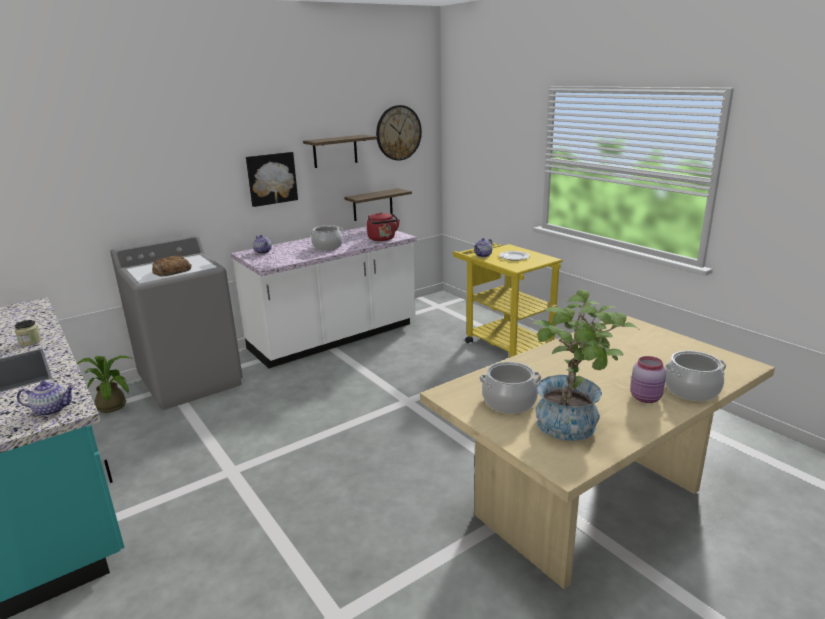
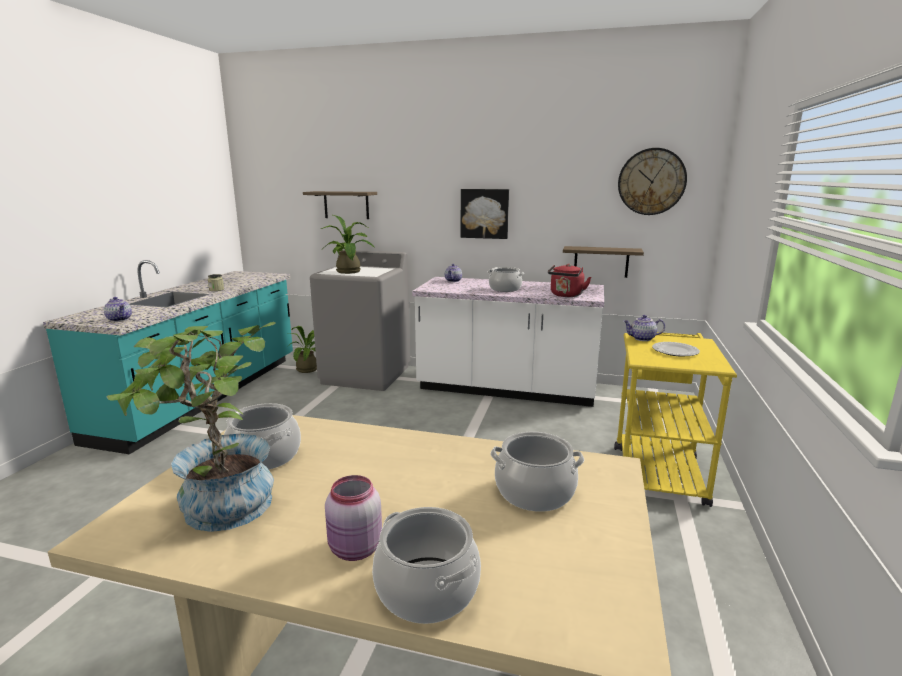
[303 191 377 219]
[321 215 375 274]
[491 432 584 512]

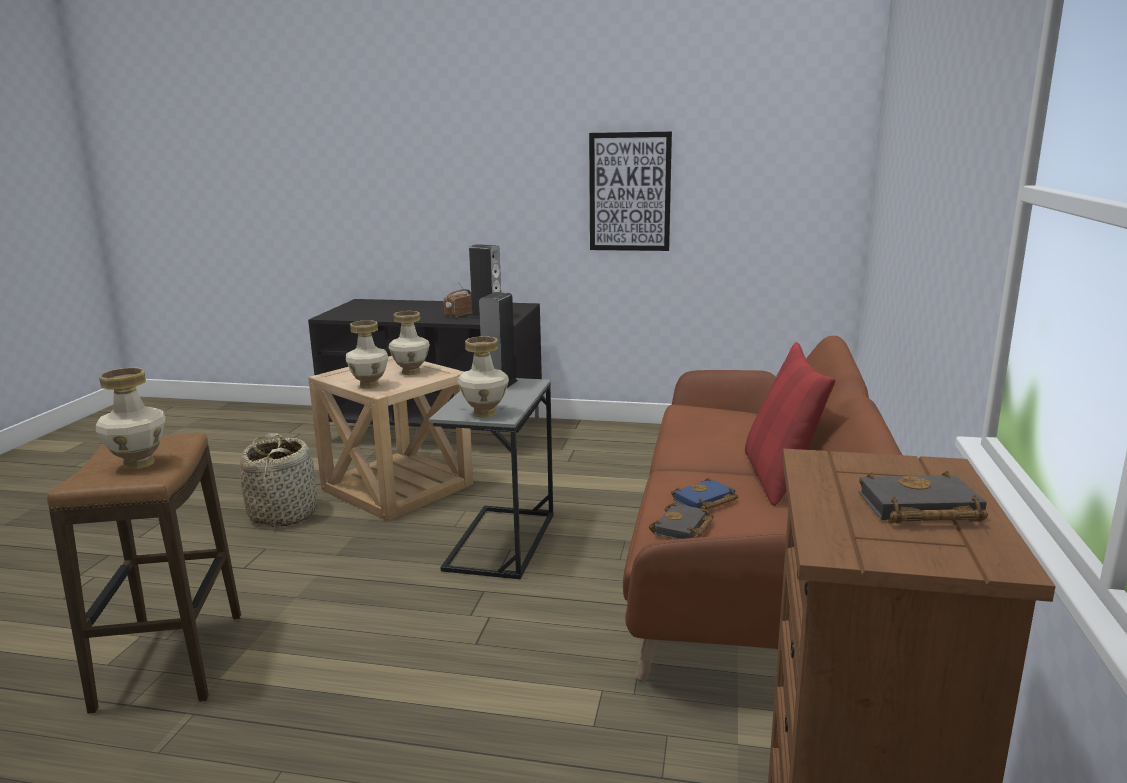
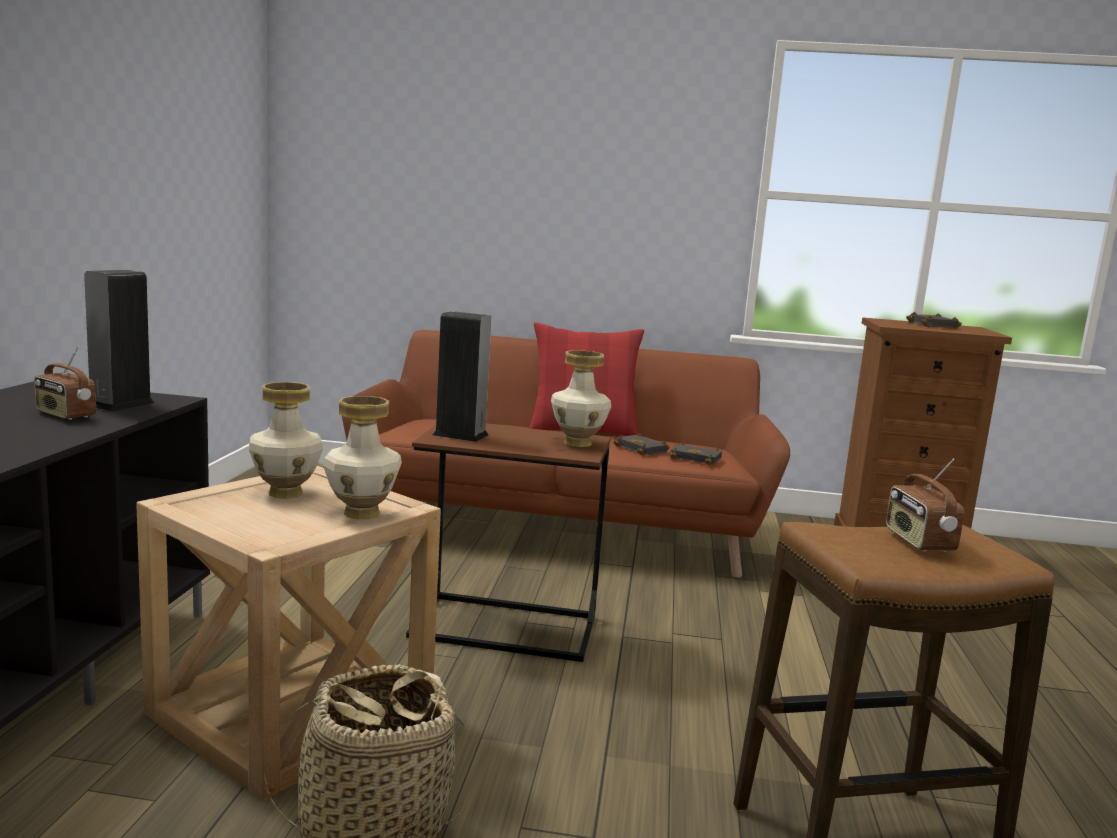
[406 424 611 662]
[613 433 670 456]
[886 459 964 552]
[589 132 672 251] (first image)

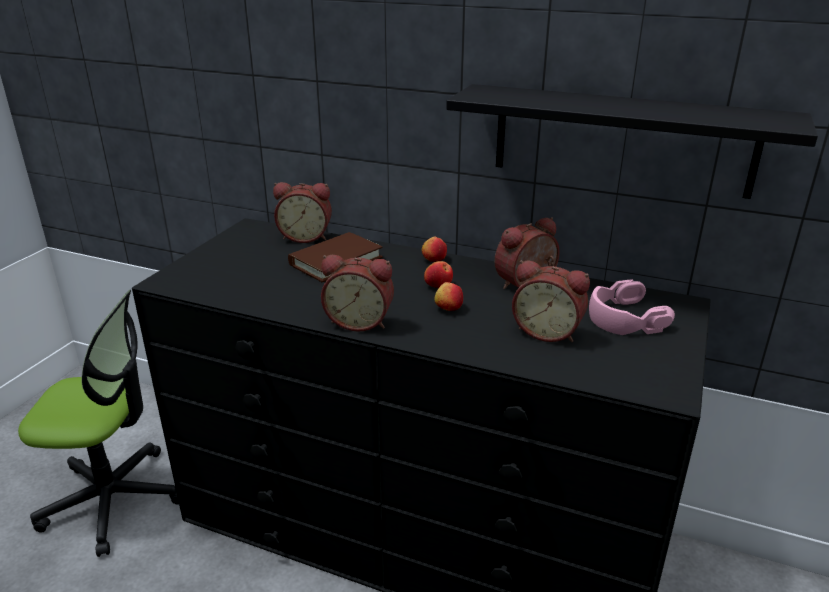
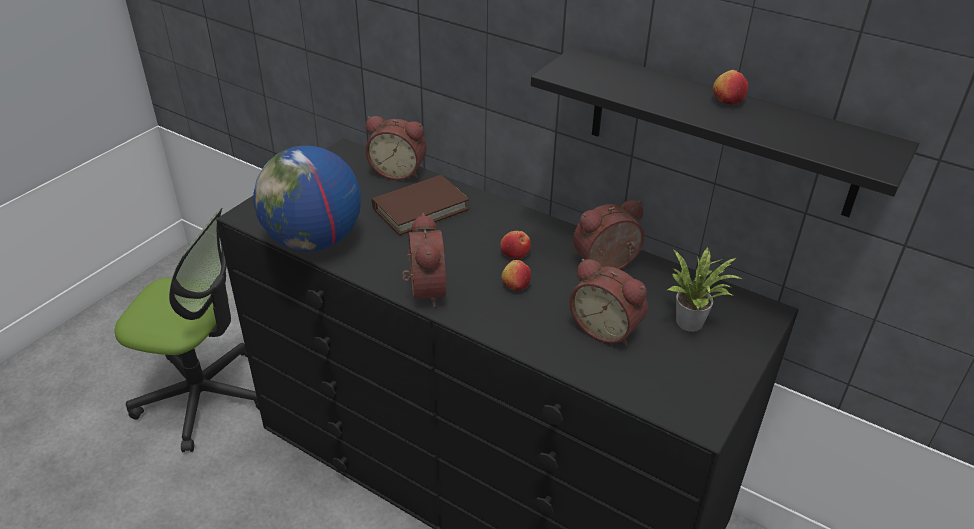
[253 146 361 251]
[402 213 446 307]
[666 246 743 332]
[713 70 748 104]

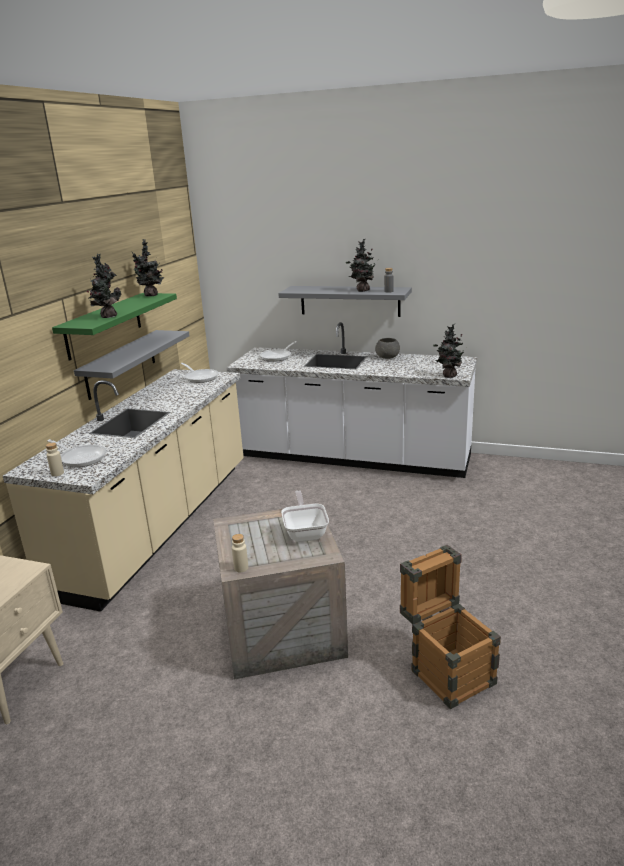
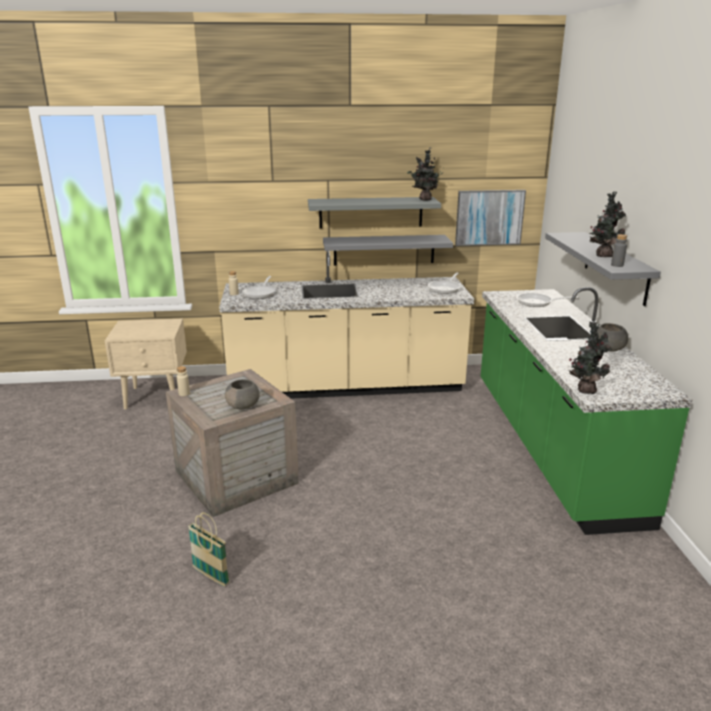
[188 512 230 586]
[225 379 260 410]
[308 197 441 229]
[455 190 526 246]
[481 287 693 535]
[87 254 121 318] (first image)

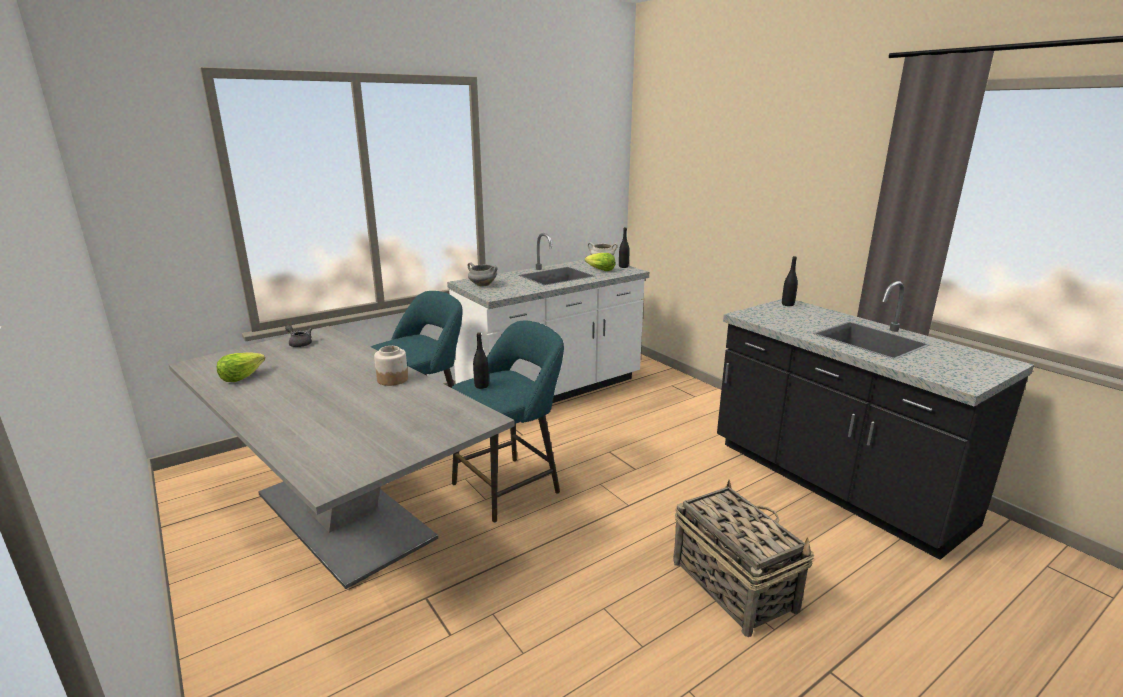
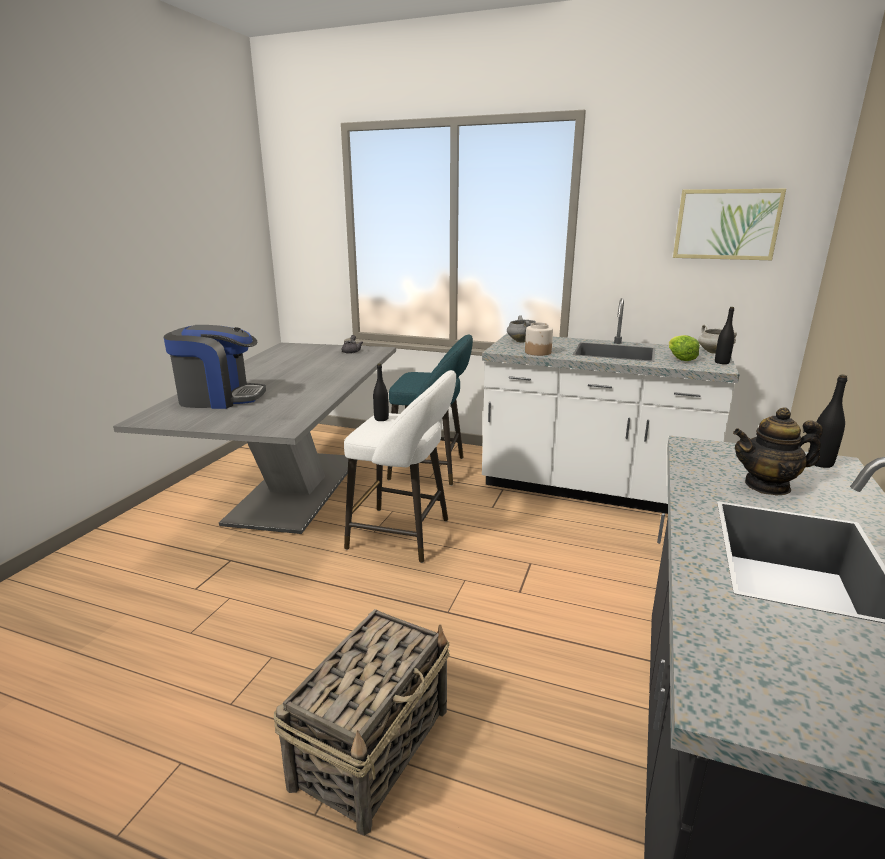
[164 325 266 409]
[344 370 456 563]
[525 322 553 356]
[673 189 786 260]
[733 407 823 495]
[217 352 265 382] (first image)

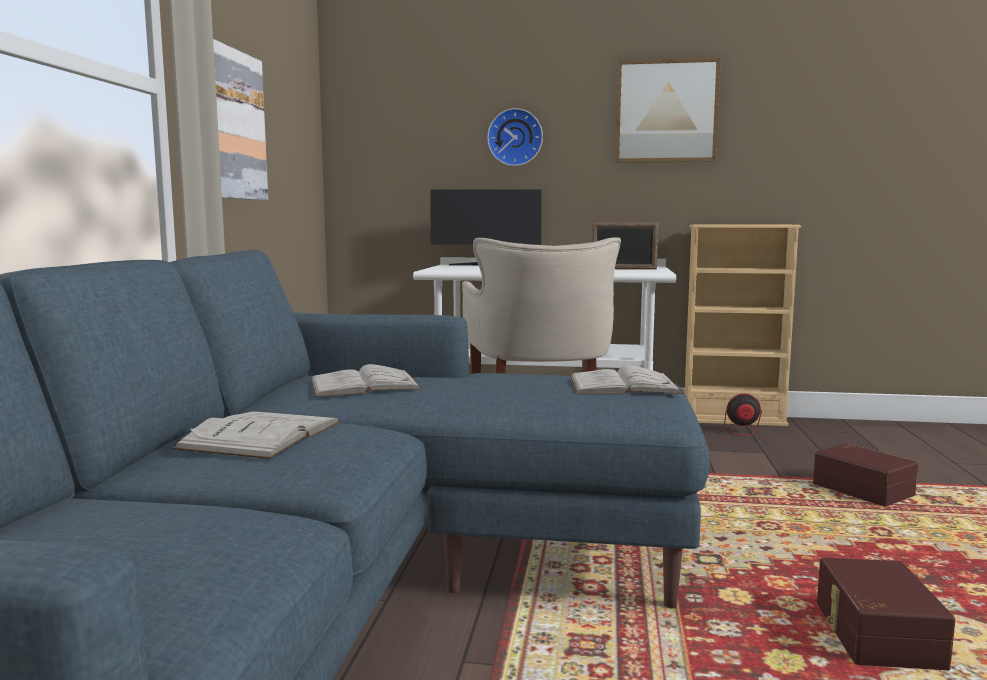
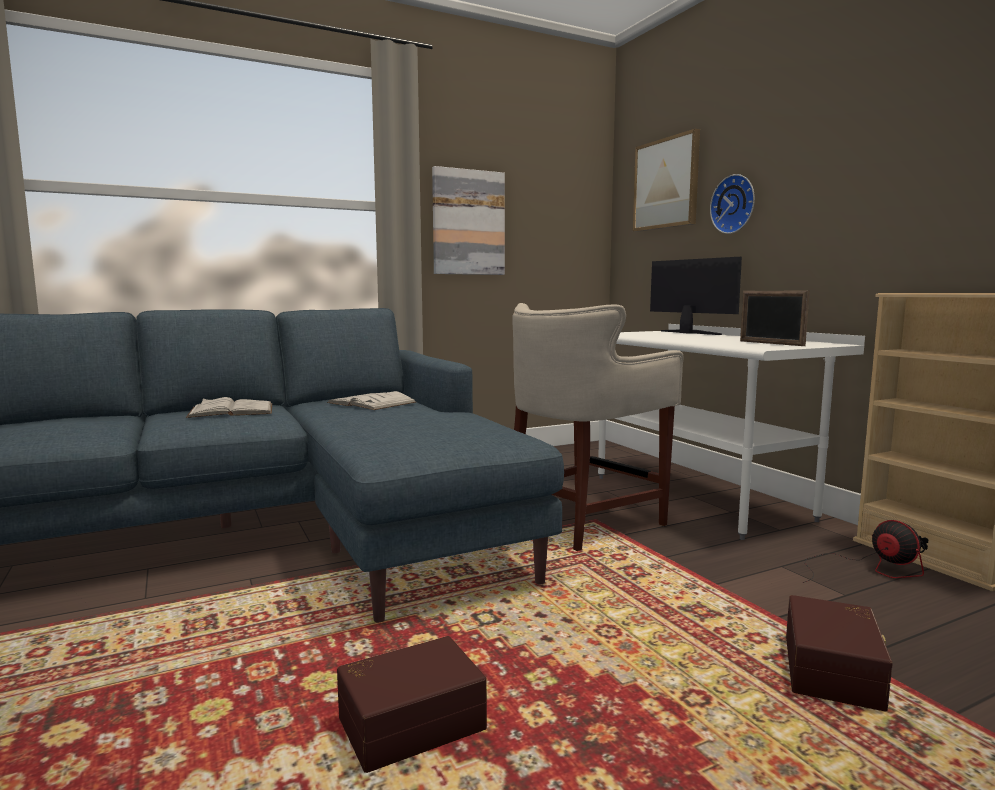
[633 129 700 232]
[570 365 684 394] (first image)

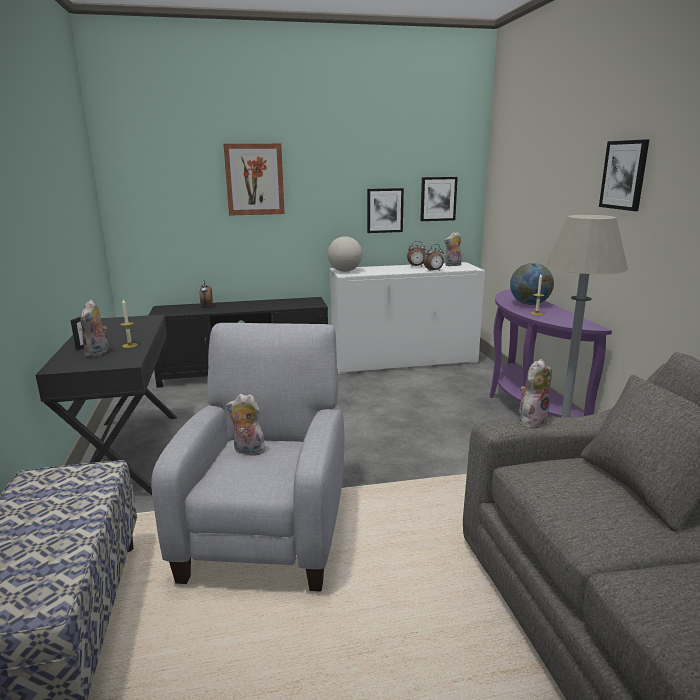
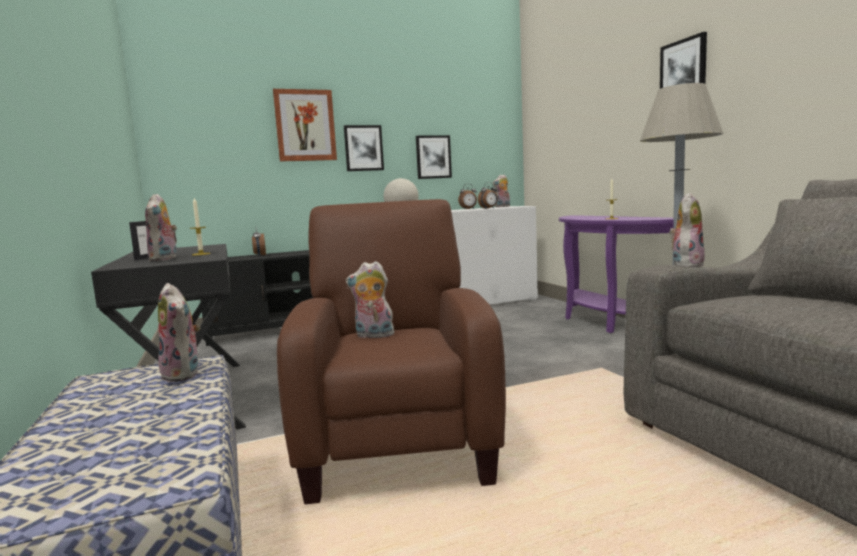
[158 283 200 382]
[277 199 506 504]
[344 125 384 171]
[510 263 554 305] (first image)

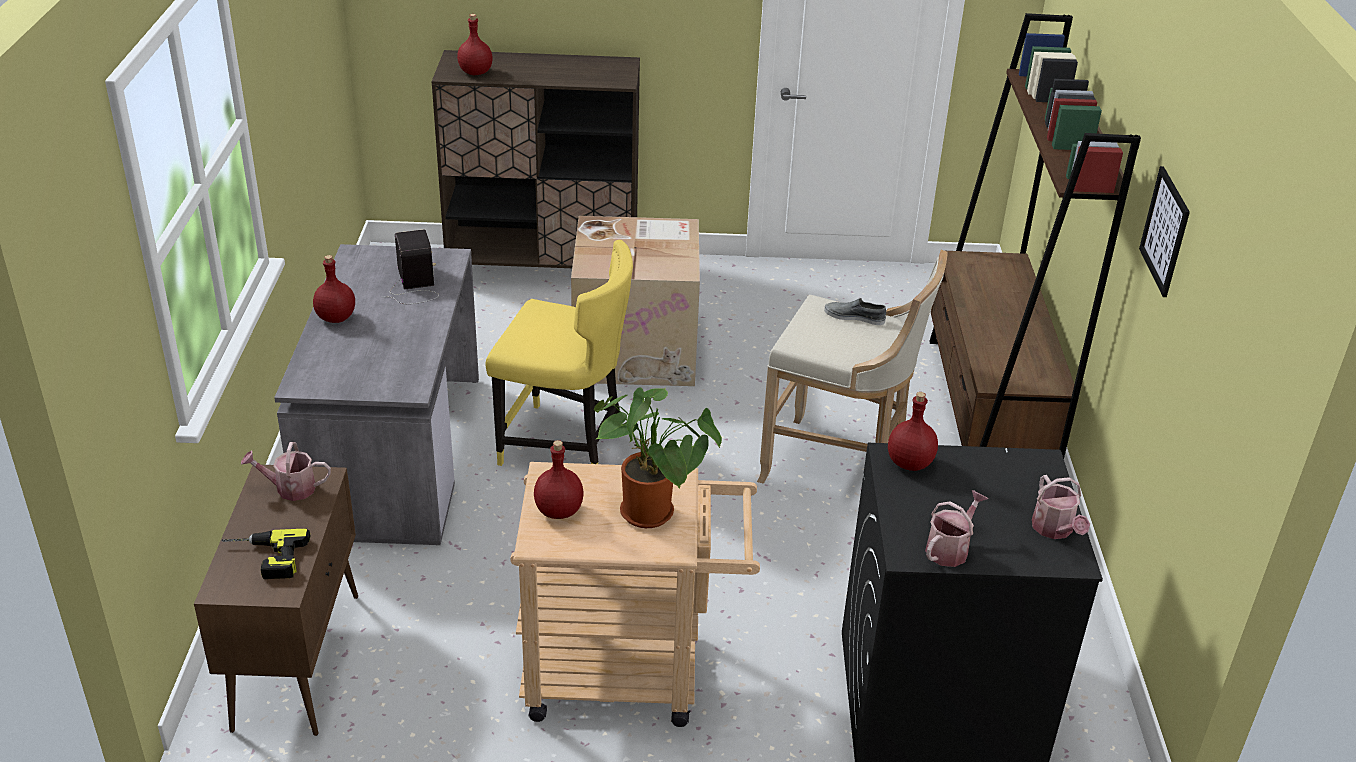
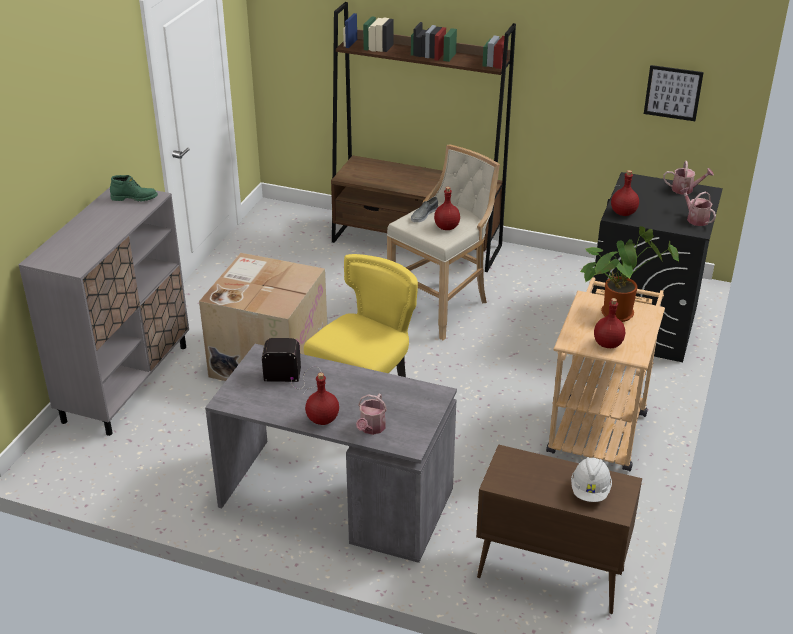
[19 187 189 436]
[110 175 158 201]
[356 394 387 435]
[434 187 460 230]
[571 457 612 502]
[644 65 704 121]

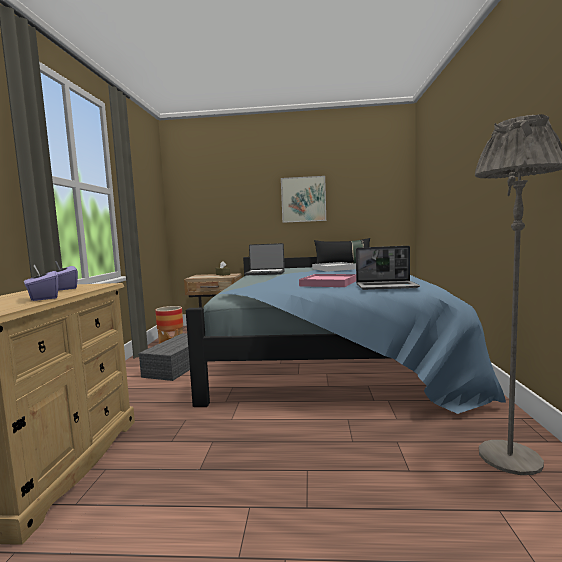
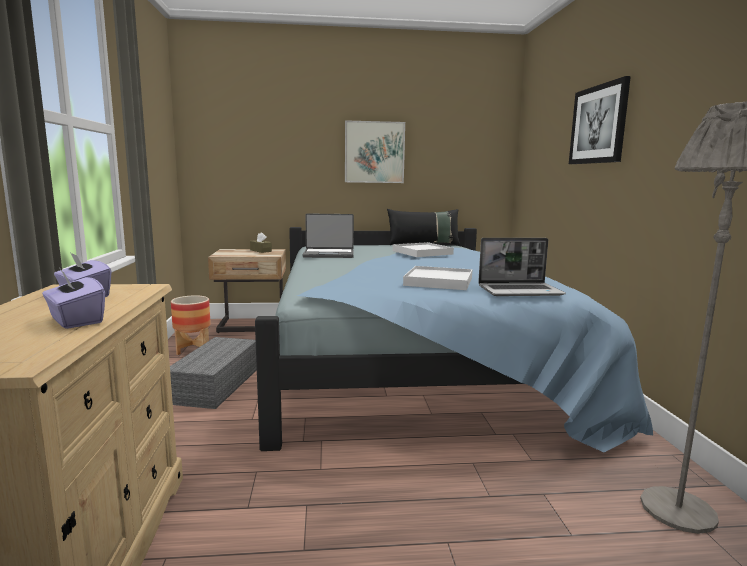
[403 266 472 290]
[569 76 631 164]

